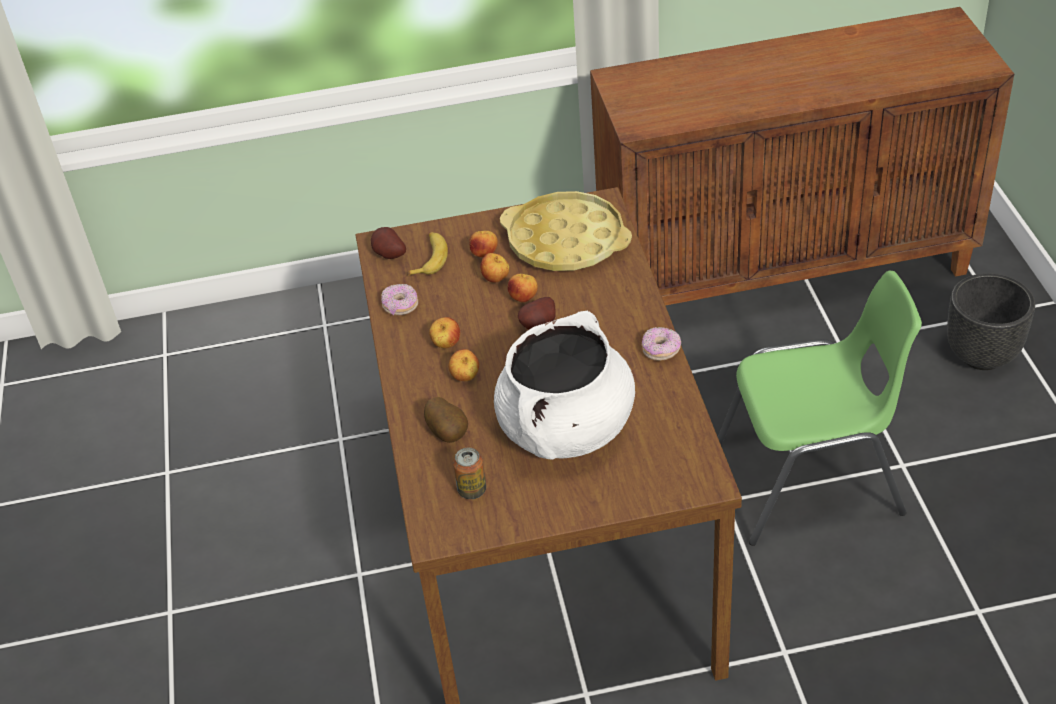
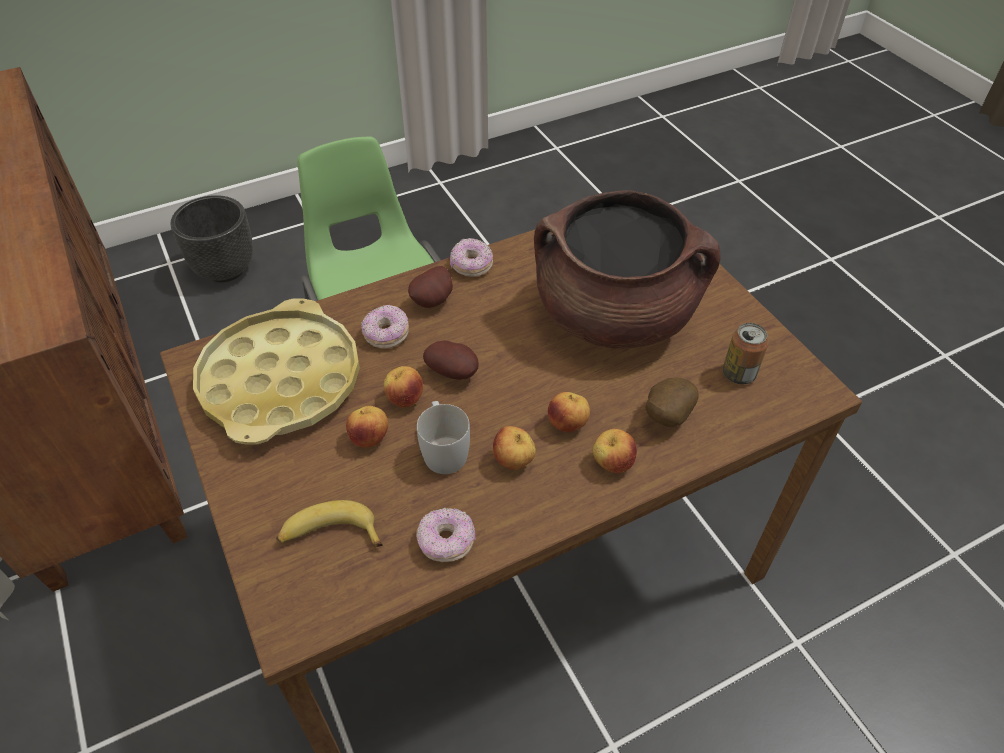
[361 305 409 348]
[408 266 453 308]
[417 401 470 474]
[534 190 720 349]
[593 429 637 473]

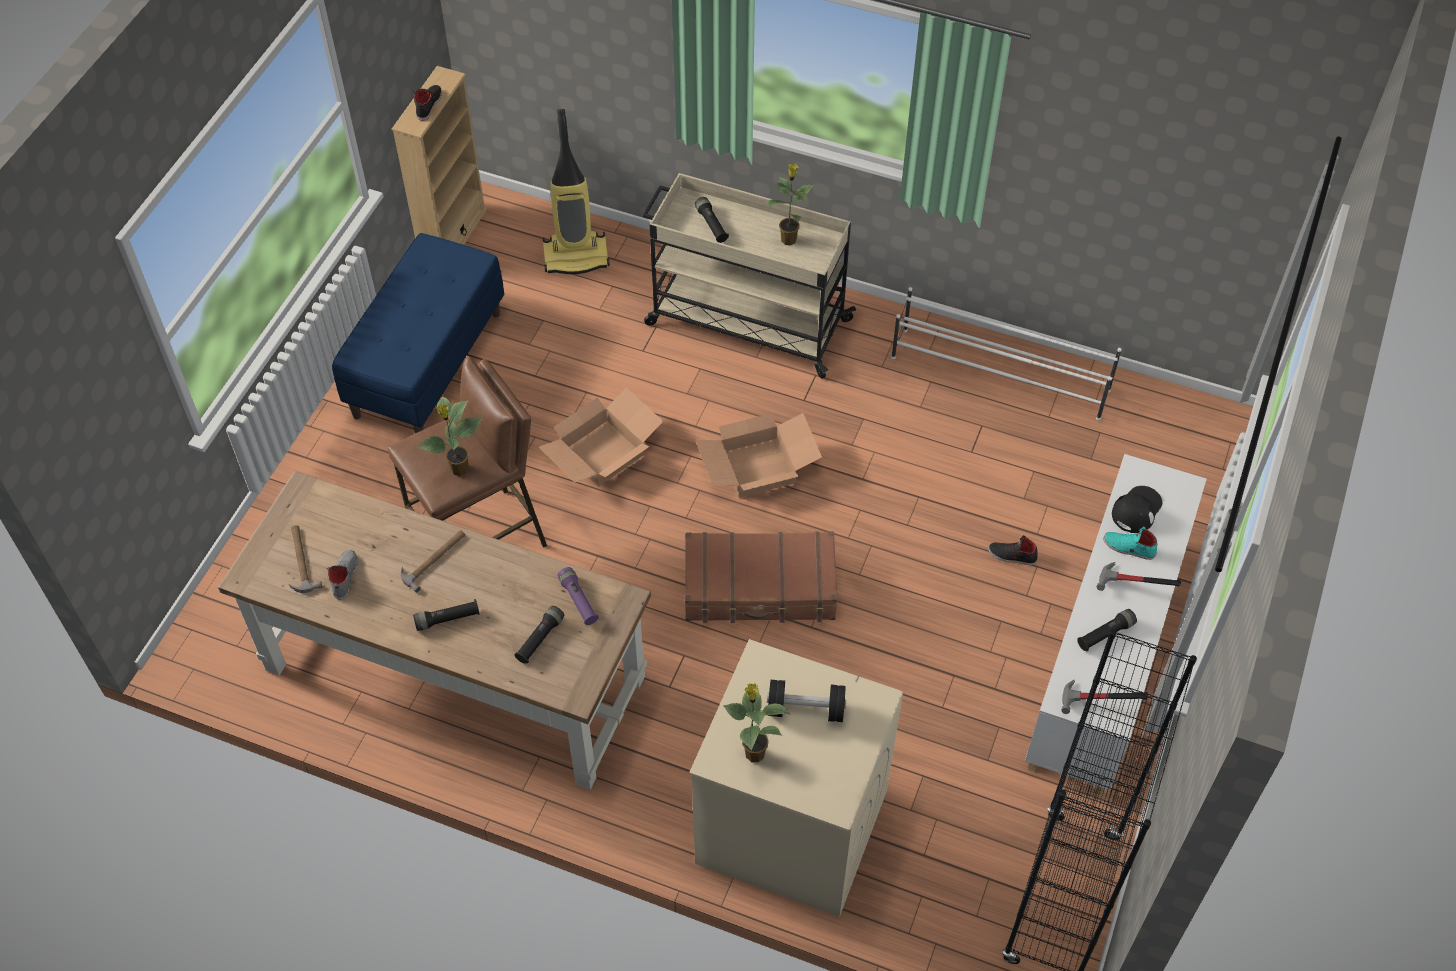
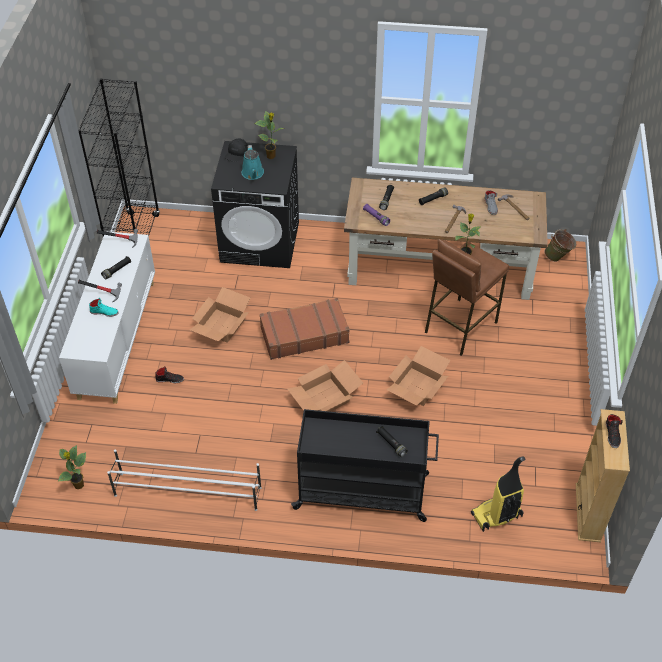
[57 445 86 489]
[190 287 250 343]
[211 141 299 268]
[225 139 248 162]
[242 145 264 180]
[291 409 439 522]
[544 229 576 262]
[332 233 504 433] (first image)

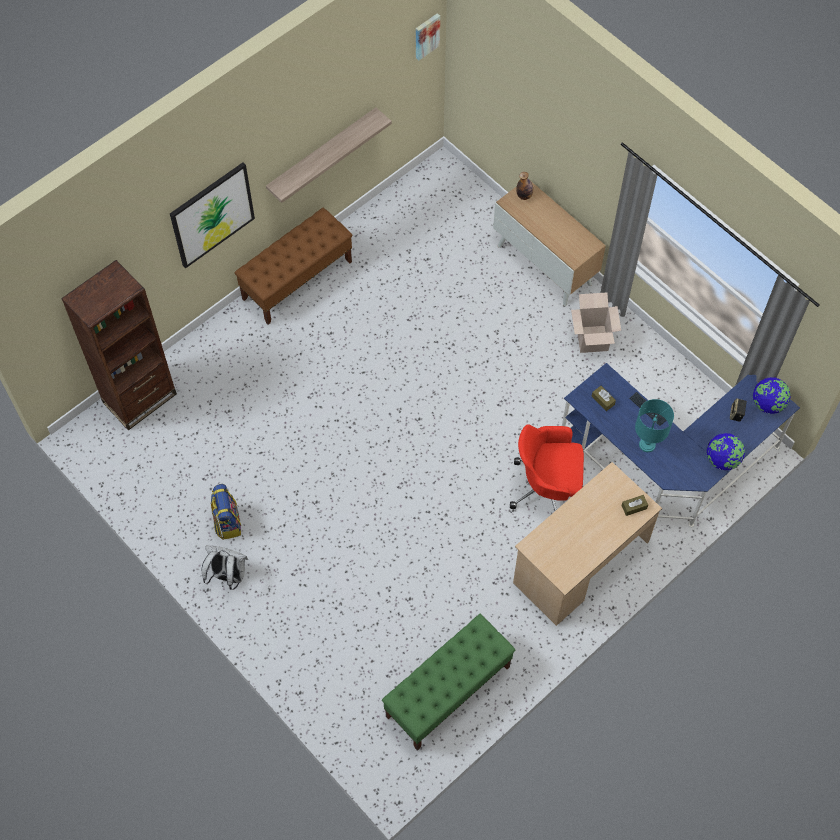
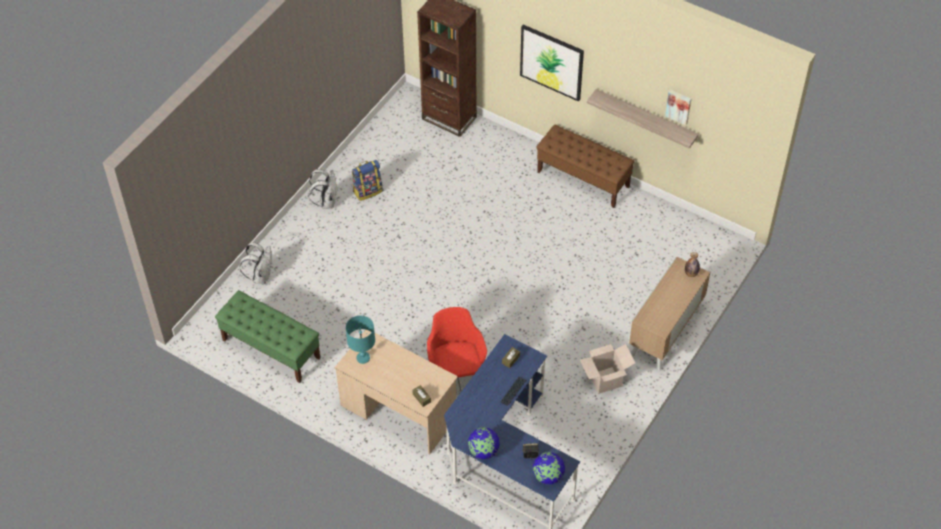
[239 242 272 284]
[346 316 375 364]
[665 90 691 125]

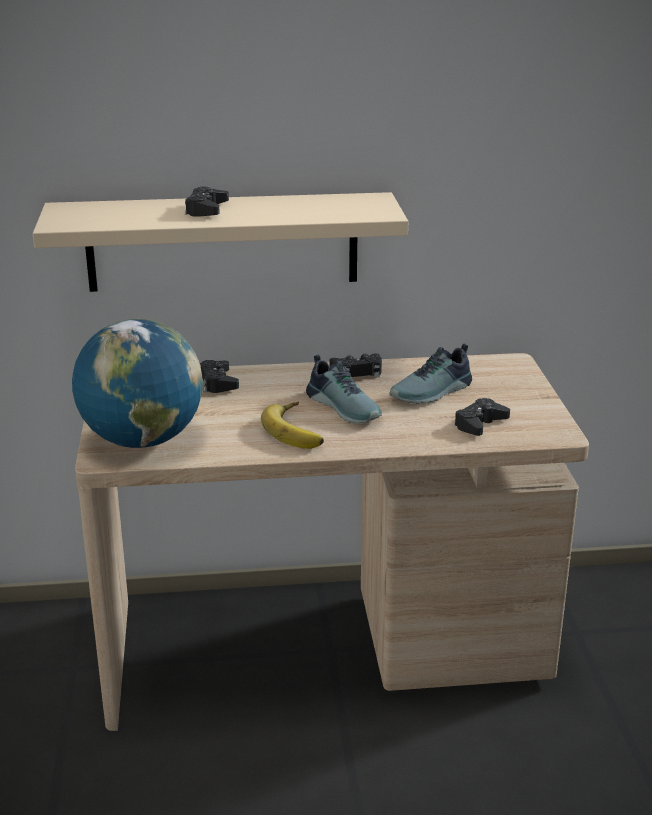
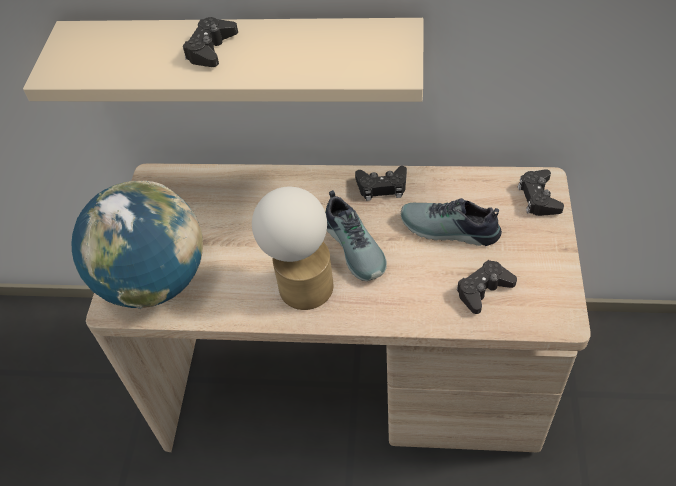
[252 187 334 310]
[401 198 502 246]
[518 169 564 216]

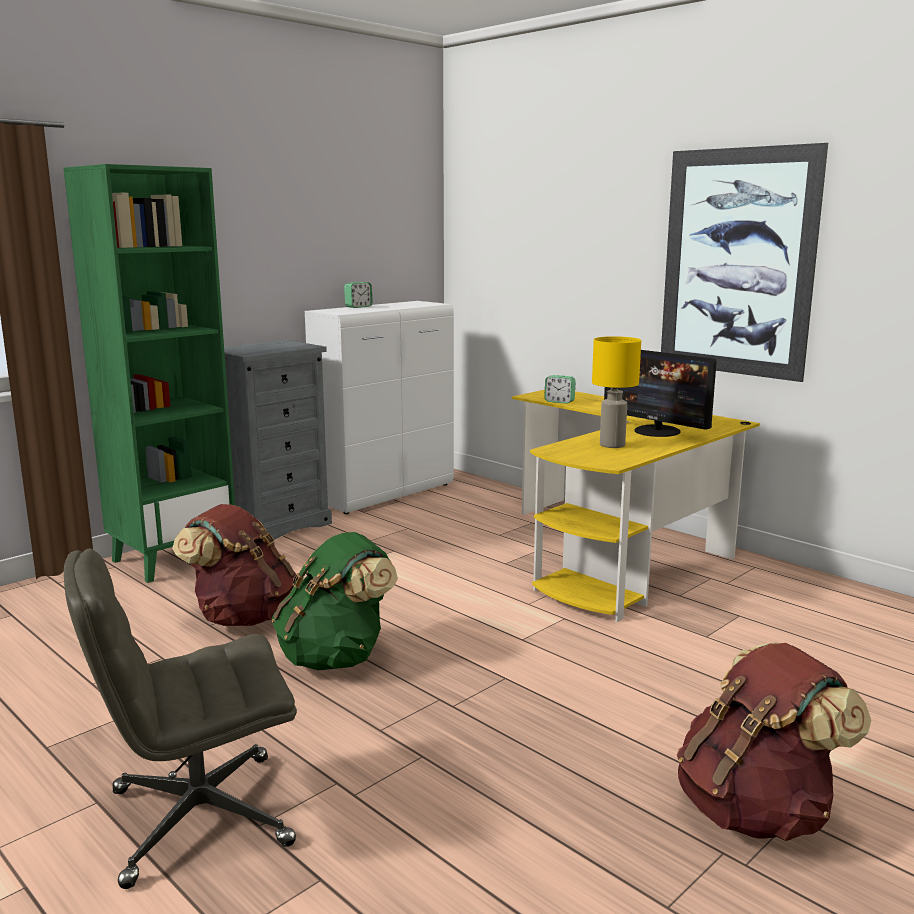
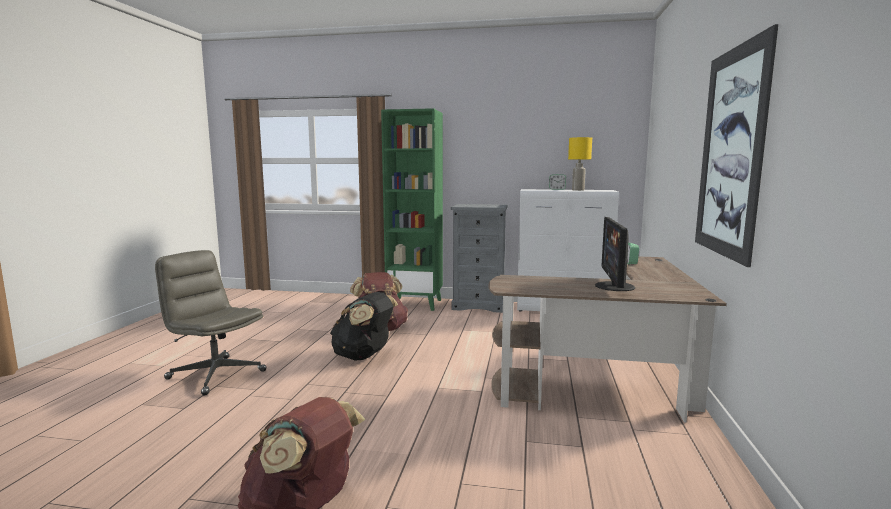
[330 292 398 361]
[489 257 727 422]
[568 137 592 191]

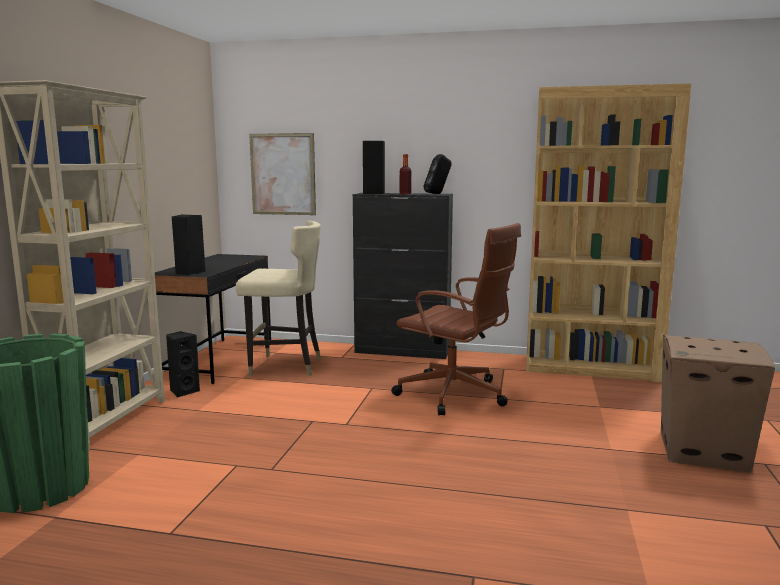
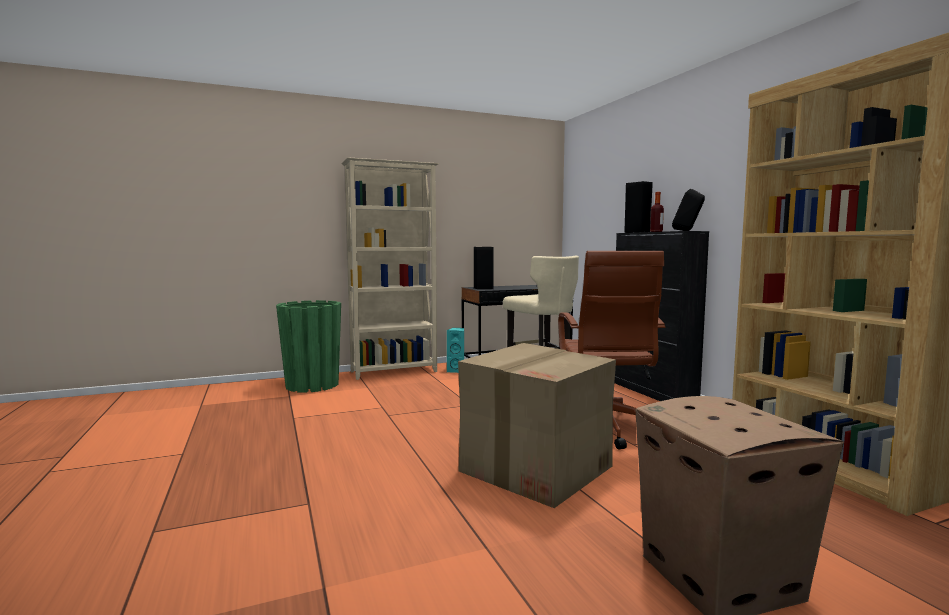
[447 328 464 373]
[458 343 616 508]
[249 133 316 215] (first image)

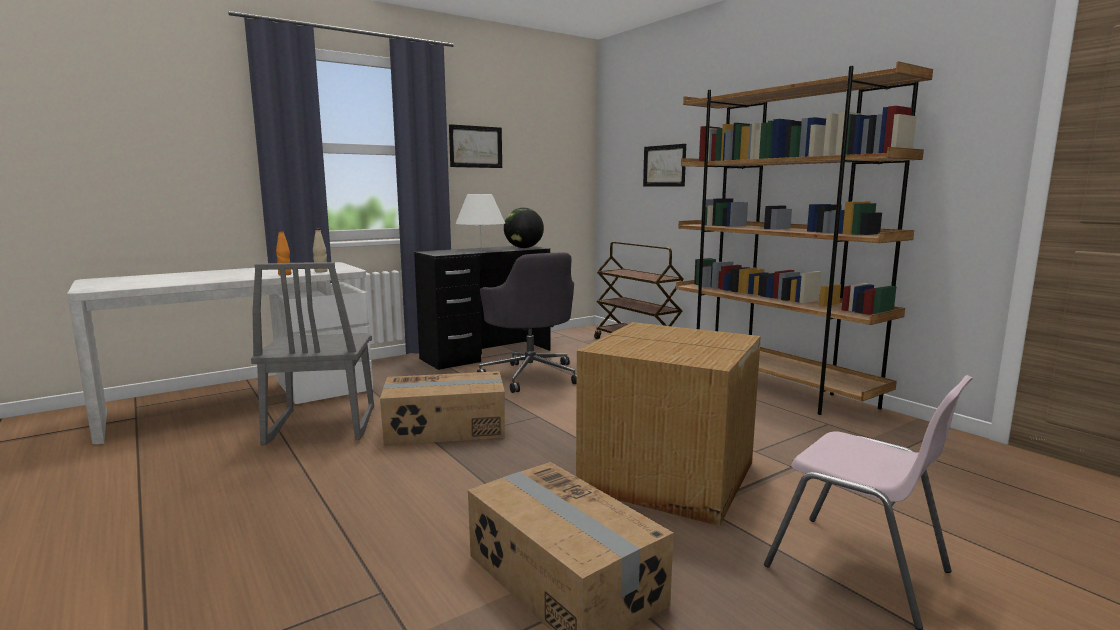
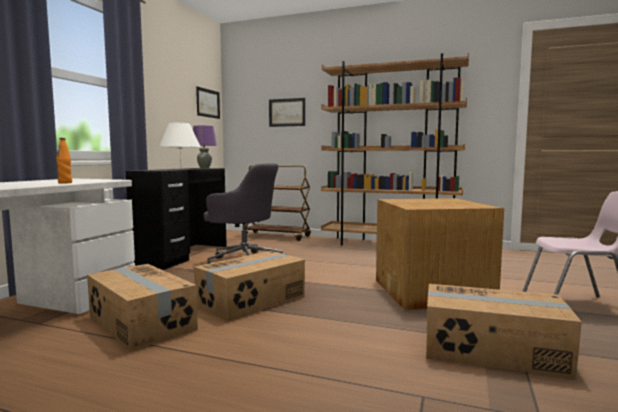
[87 264 198 351]
[193 126 217 168]
[196 87 220 119]
[313 228 328 273] (first image)

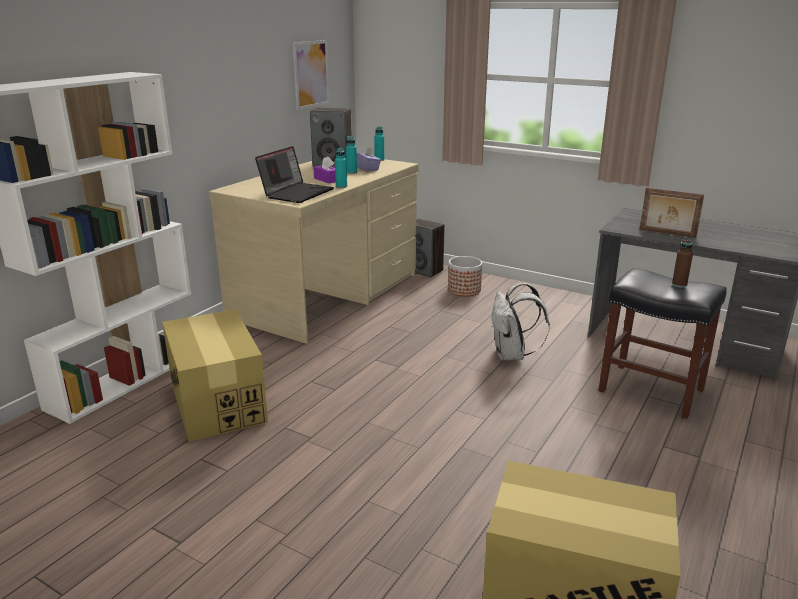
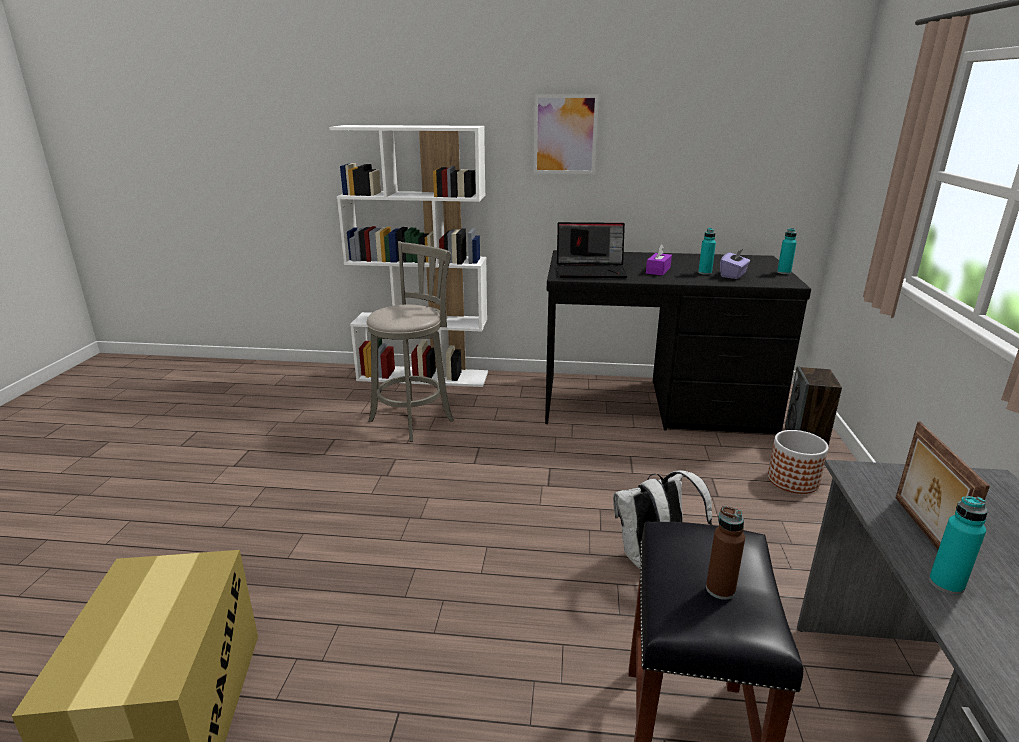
[366 241 454 442]
[534 94 599 174]
[545 250 811 434]
[929 496 988 595]
[310 107 352 168] (first image)

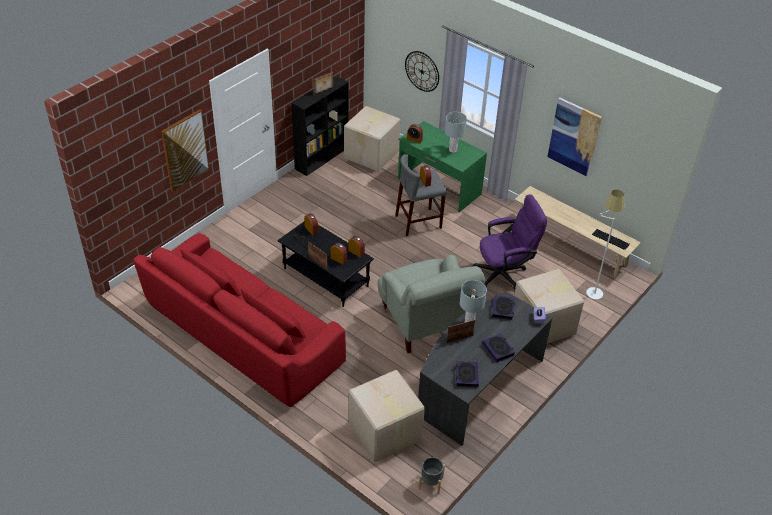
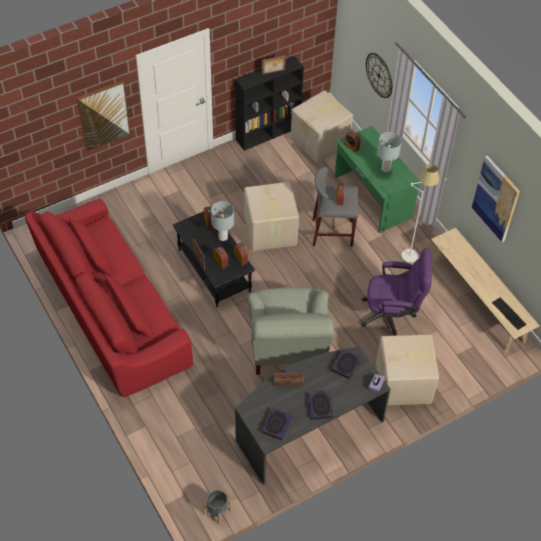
[211 201 234 241]
[244 182 299 251]
[402 164 439 262]

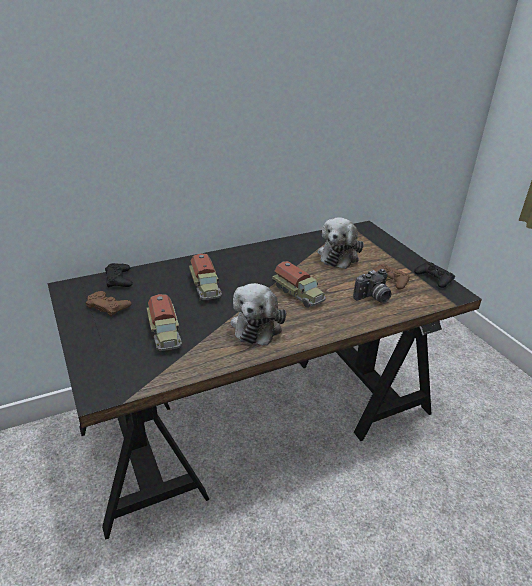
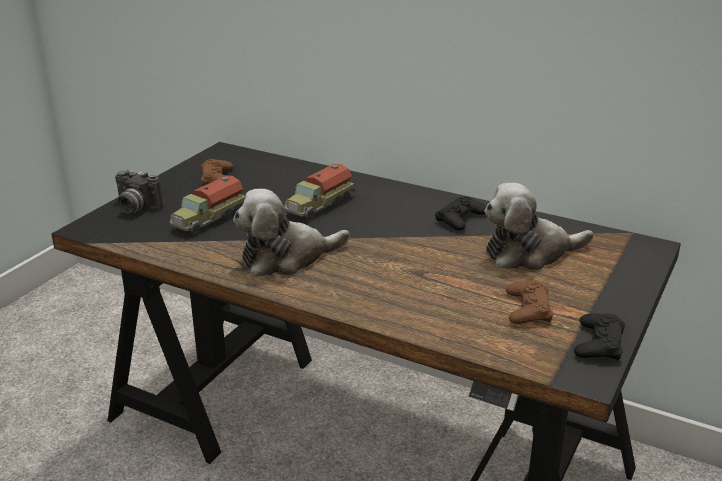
[115 170 163 214]
[435 196 486 231]
[272 261 326 308] (first image)

